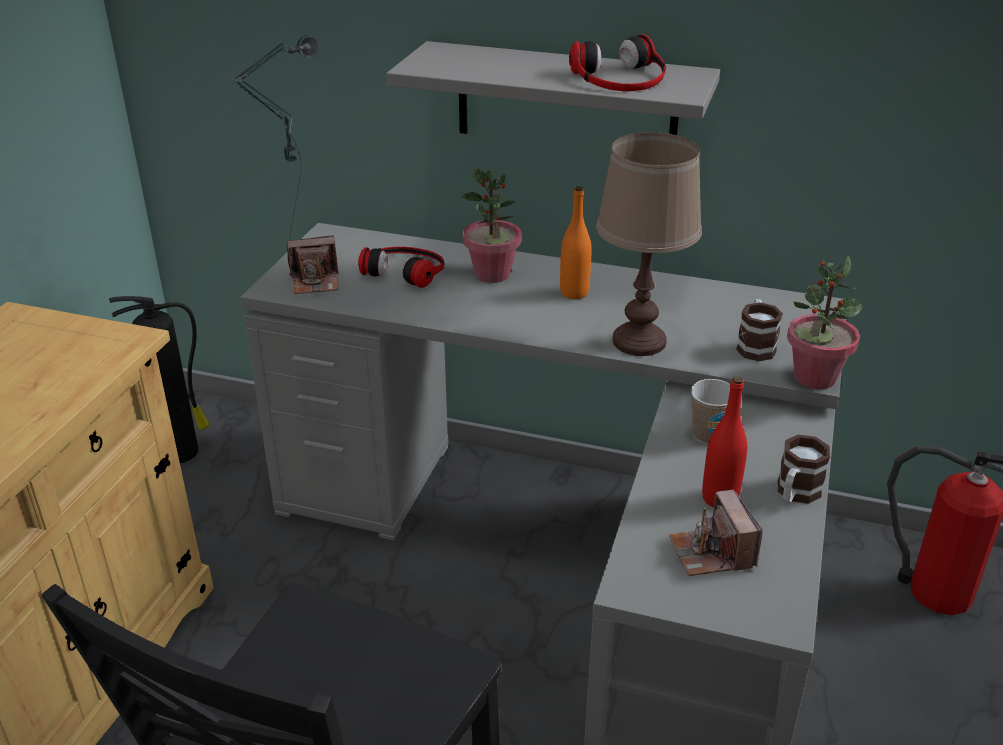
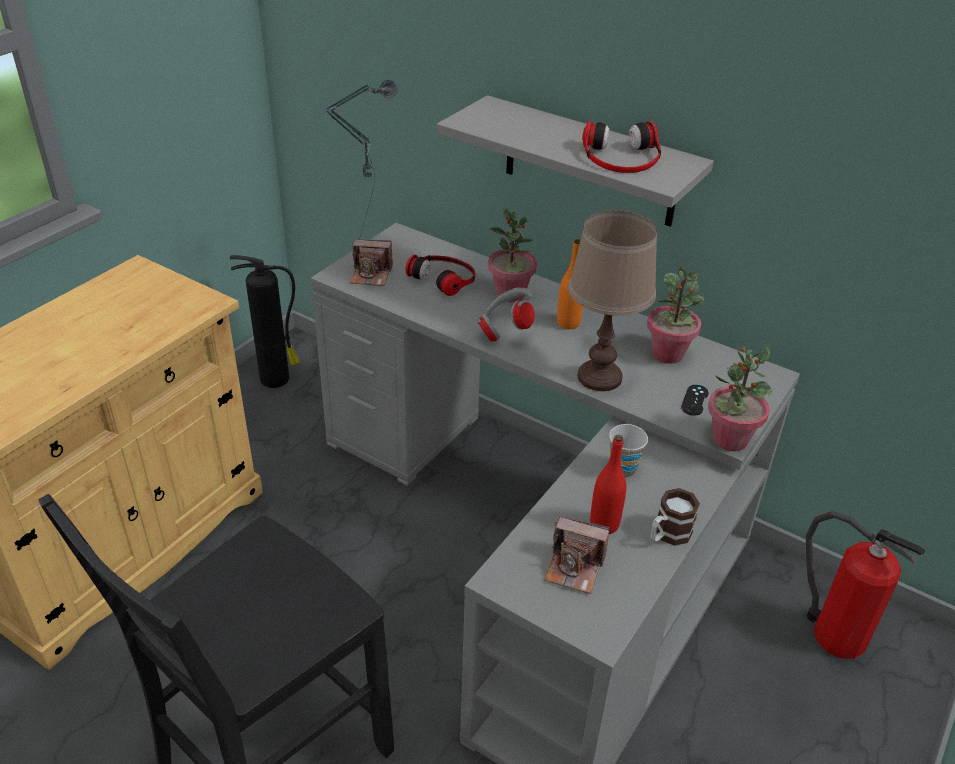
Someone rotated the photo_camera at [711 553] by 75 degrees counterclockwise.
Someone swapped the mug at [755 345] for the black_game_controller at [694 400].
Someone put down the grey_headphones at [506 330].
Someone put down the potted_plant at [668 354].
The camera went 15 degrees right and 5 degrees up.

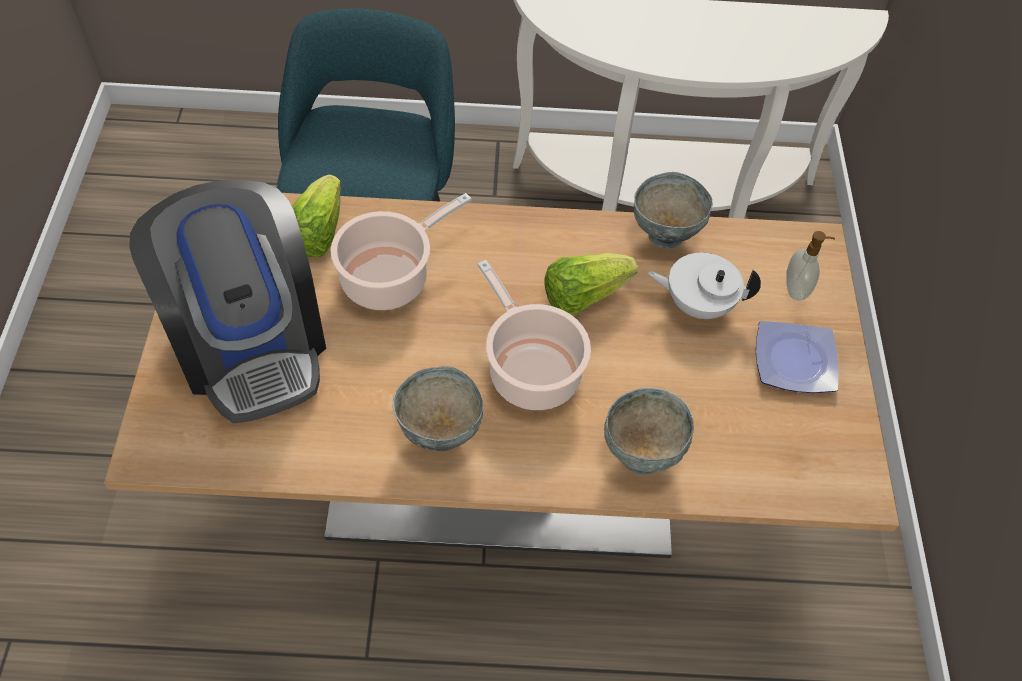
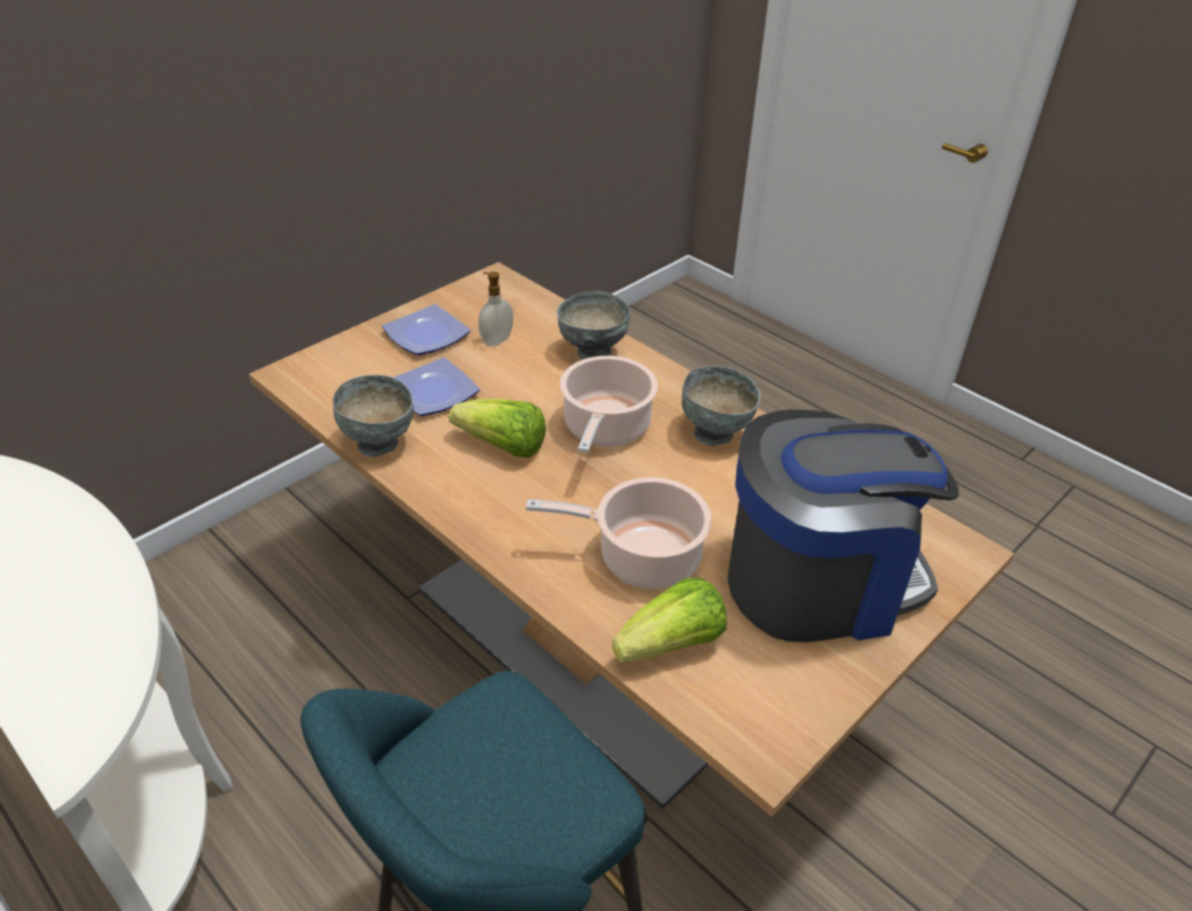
Someone rotated the coffee_machine at [250 342] by 60 degrees clockwise.
Someone swapped the white_teapot at [697 304] for the plate at [432 394].
Someone carried the soap_dispenser from [796 289] to [496 340].
The camera went 135 degrees left and 15 degrees down.

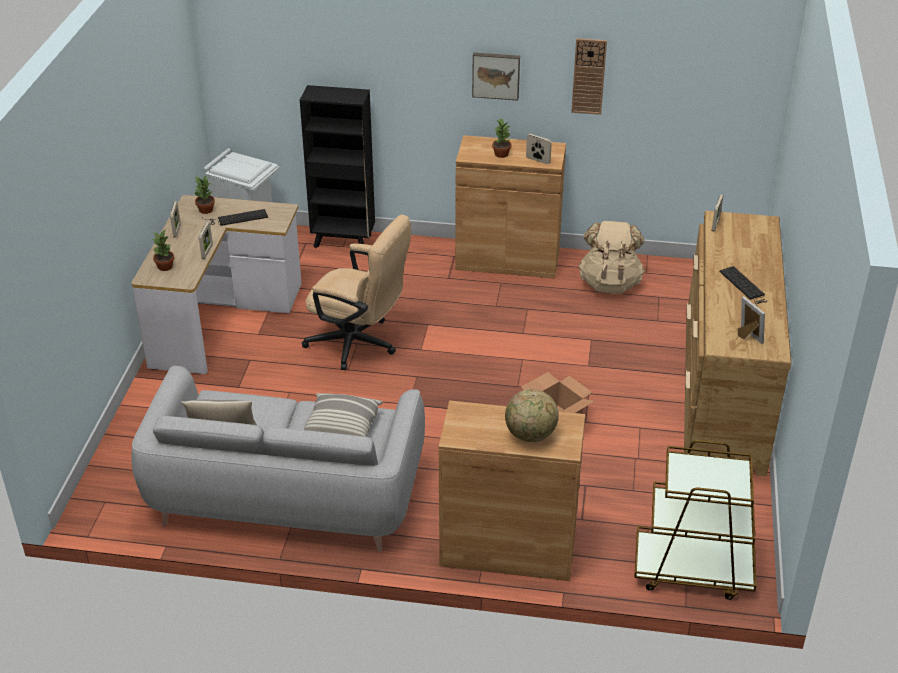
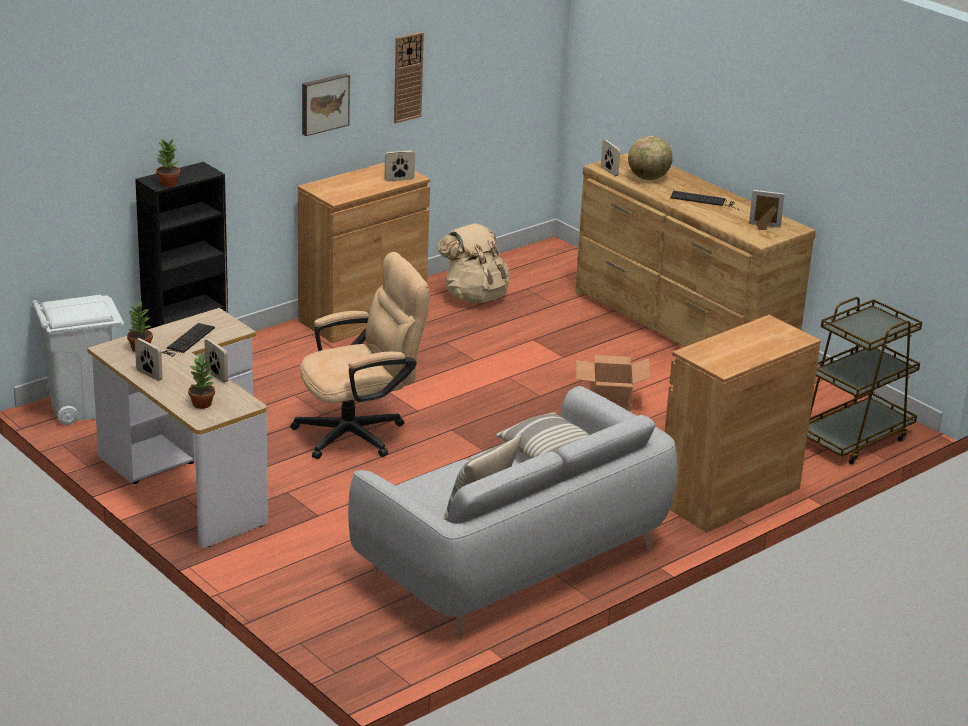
Someone carried the potted_plant from [501 154] to [168 183].
Someone carried the globe from [530 435] to [648 178].
The camera went 50 degrees left and 10 degrees down.

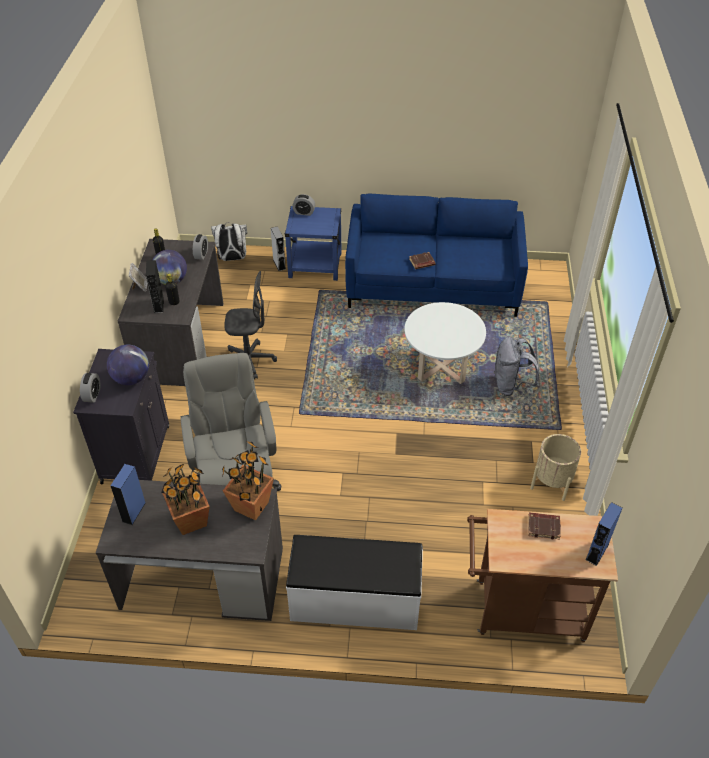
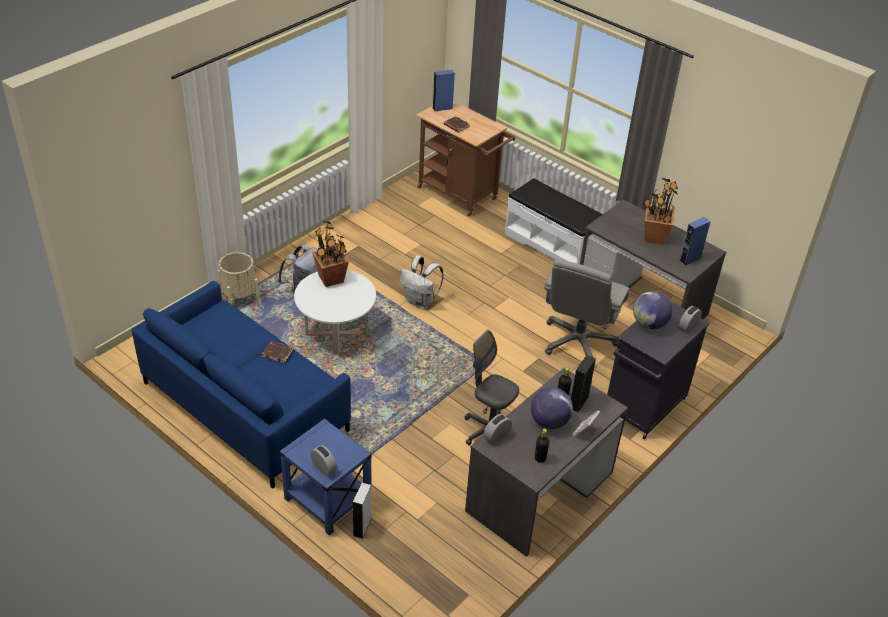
Someone carried the white_backpack from [232 258] to [420 301].
Someone carried the potted_plant from [250 506] to [331 279].
Someone carried the beige_planter from [552 482] to [239 298].
The camera went 145 degrees left and 5 degrees down.

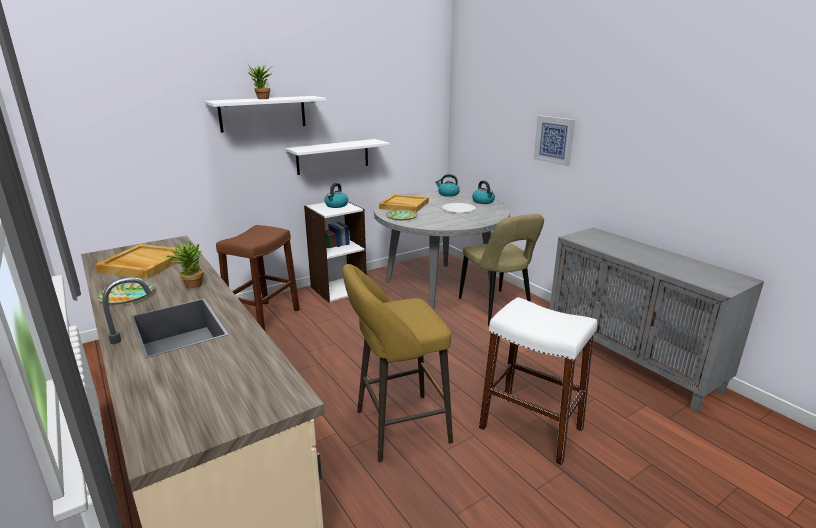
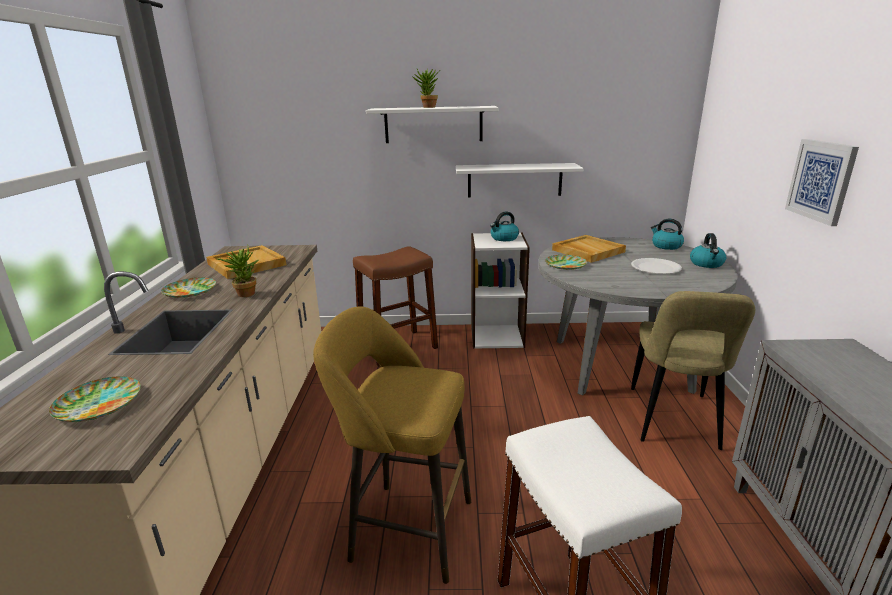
Someone put down the plate at [98 403].
The camera went 35 degrees right and 0 degrees up.

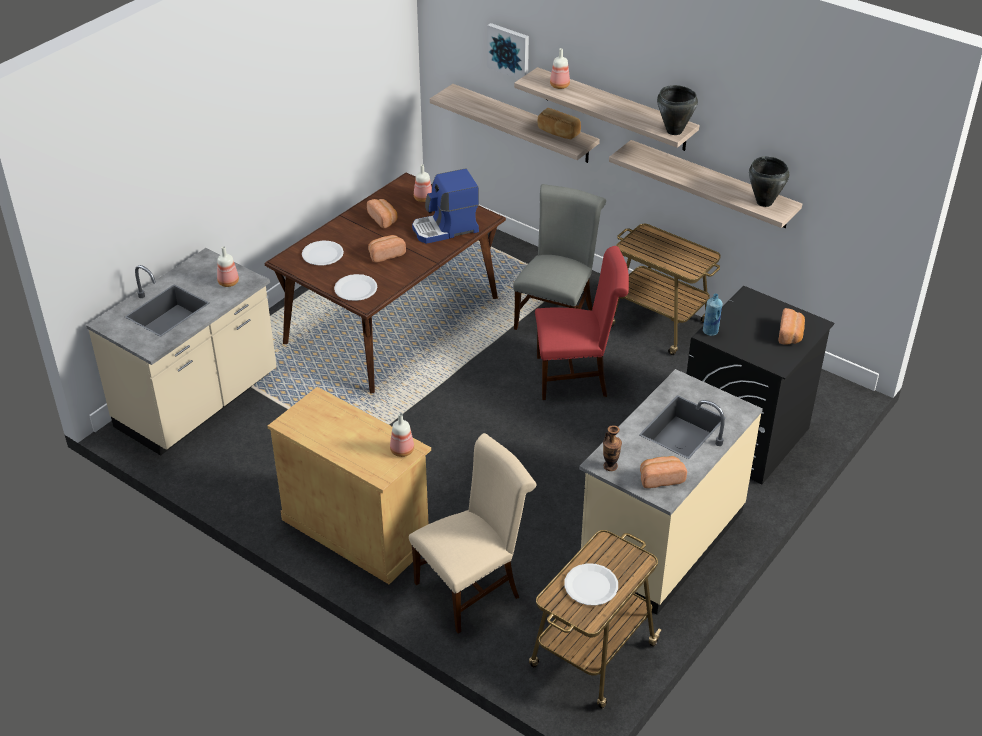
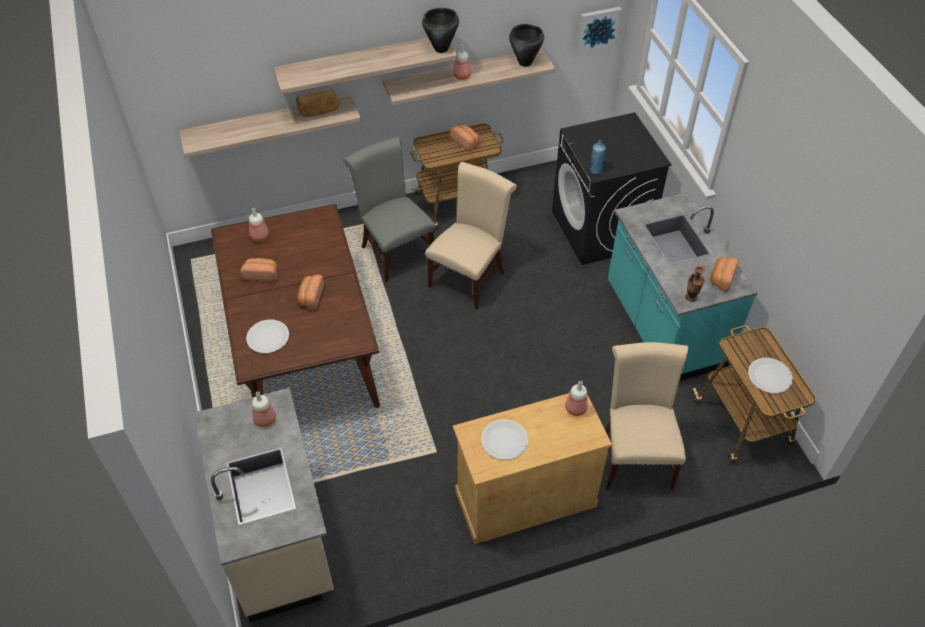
Someone carried the white_plate from [355 289] to [504 440].
Someone took away the coffee_machine at [445 229].
Someone carried the picture from [509 51] to [598 28].
Someone repainted the red_chair at [577 376], which became the beige_chair at [469 277].
Someone carried the bottle from [559 85] to [461 76].
Someone repainted the beige_counter at [660 540], which became the turquoise_counter at [663 326].
Someone carried the bread from [790 335] to [466 142].
The camera went 55 degrees left and 10 degrees up.

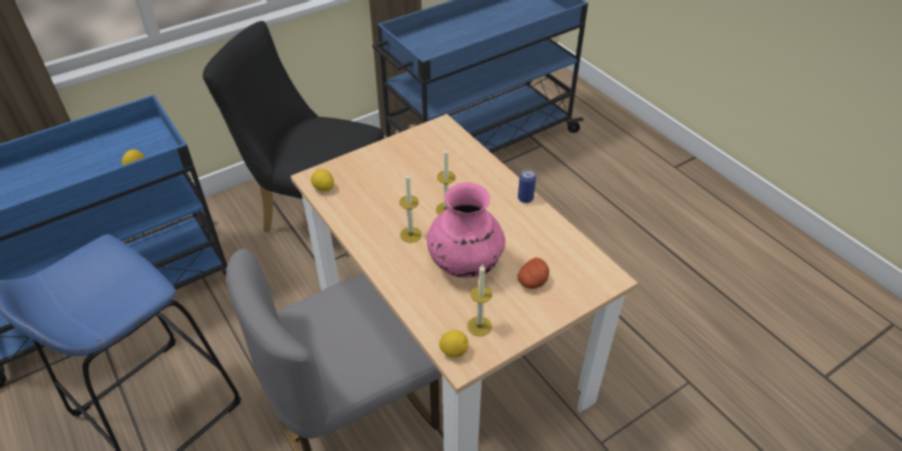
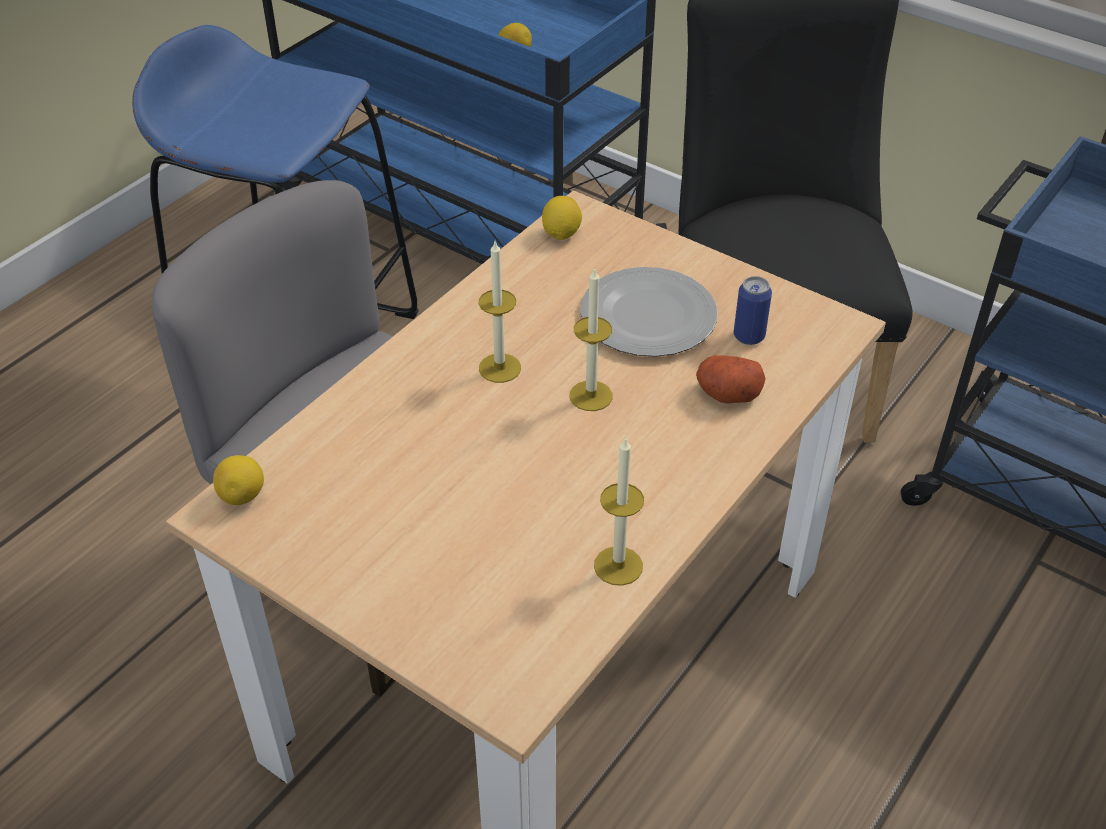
Someone took away the pink_vase at [465 265].
Someone carried the candle from [479 326] to [618 566].
Someone carried the potato from [532 281] to [727 394].
Someone carried the can from [525 198] to [749 336].
Someone put down the plate at [646 316].
The camera went 70 degrees right and 0 degrees up.

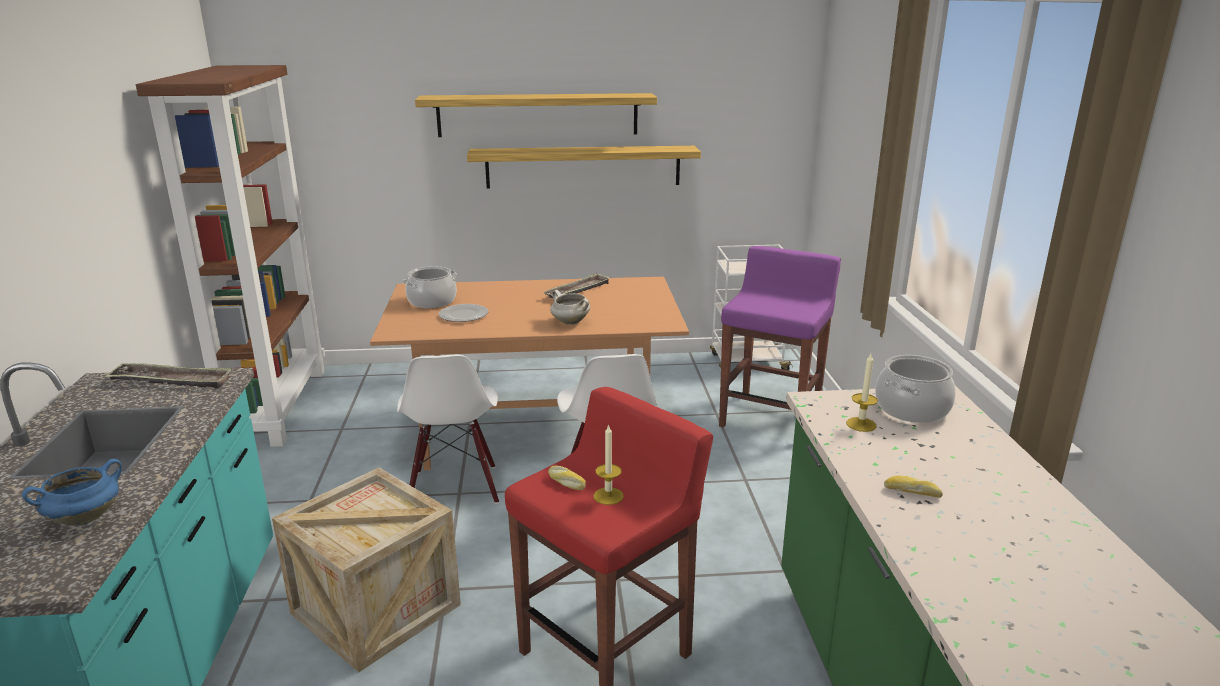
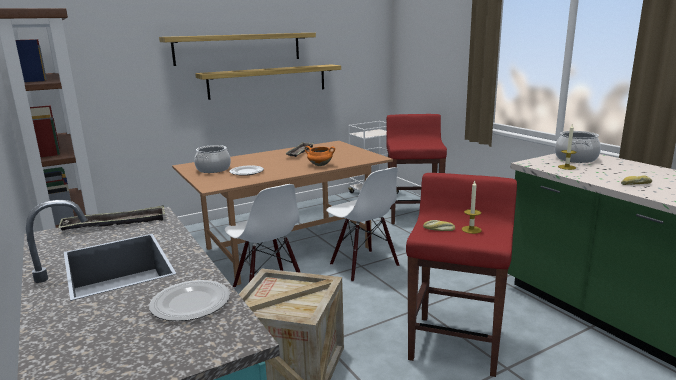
Someone swapped the blue_cooking_pot at [85 518] for the plate at [190 303].
Someone repainted the white_cooking_pot at [569 322], which became the orange_cooking_pot at [319 165].
Someone repainted the purple_stool at [771 418], which became the red_stool at [413 215].
The camera went 25 degrees left and 5 degrees down.

